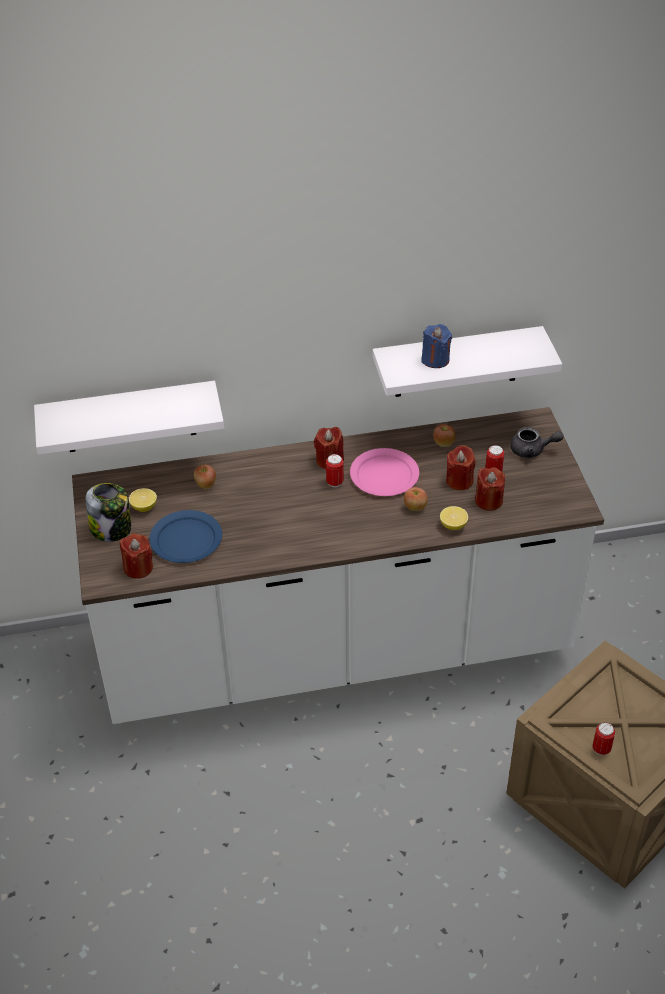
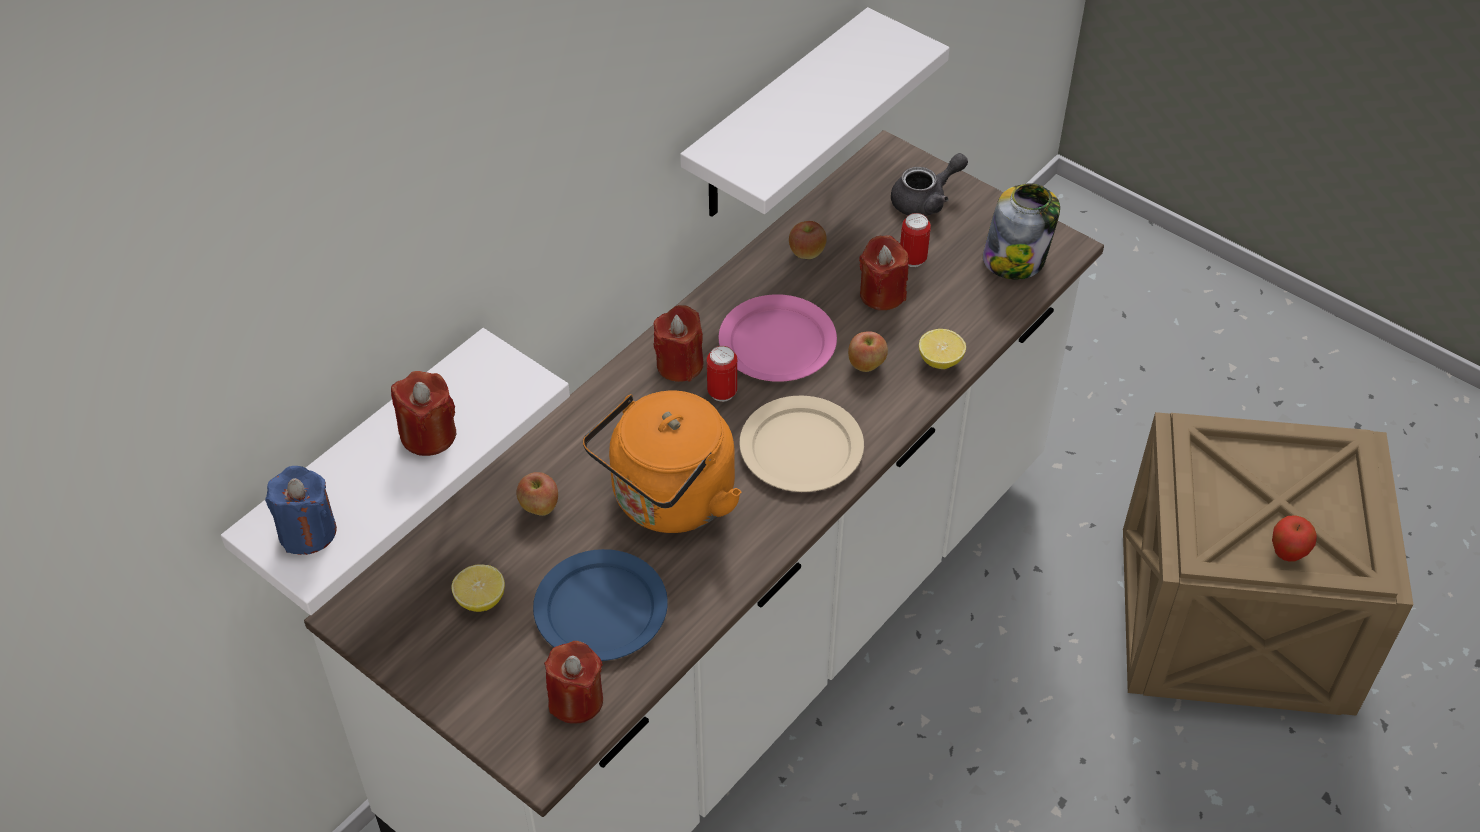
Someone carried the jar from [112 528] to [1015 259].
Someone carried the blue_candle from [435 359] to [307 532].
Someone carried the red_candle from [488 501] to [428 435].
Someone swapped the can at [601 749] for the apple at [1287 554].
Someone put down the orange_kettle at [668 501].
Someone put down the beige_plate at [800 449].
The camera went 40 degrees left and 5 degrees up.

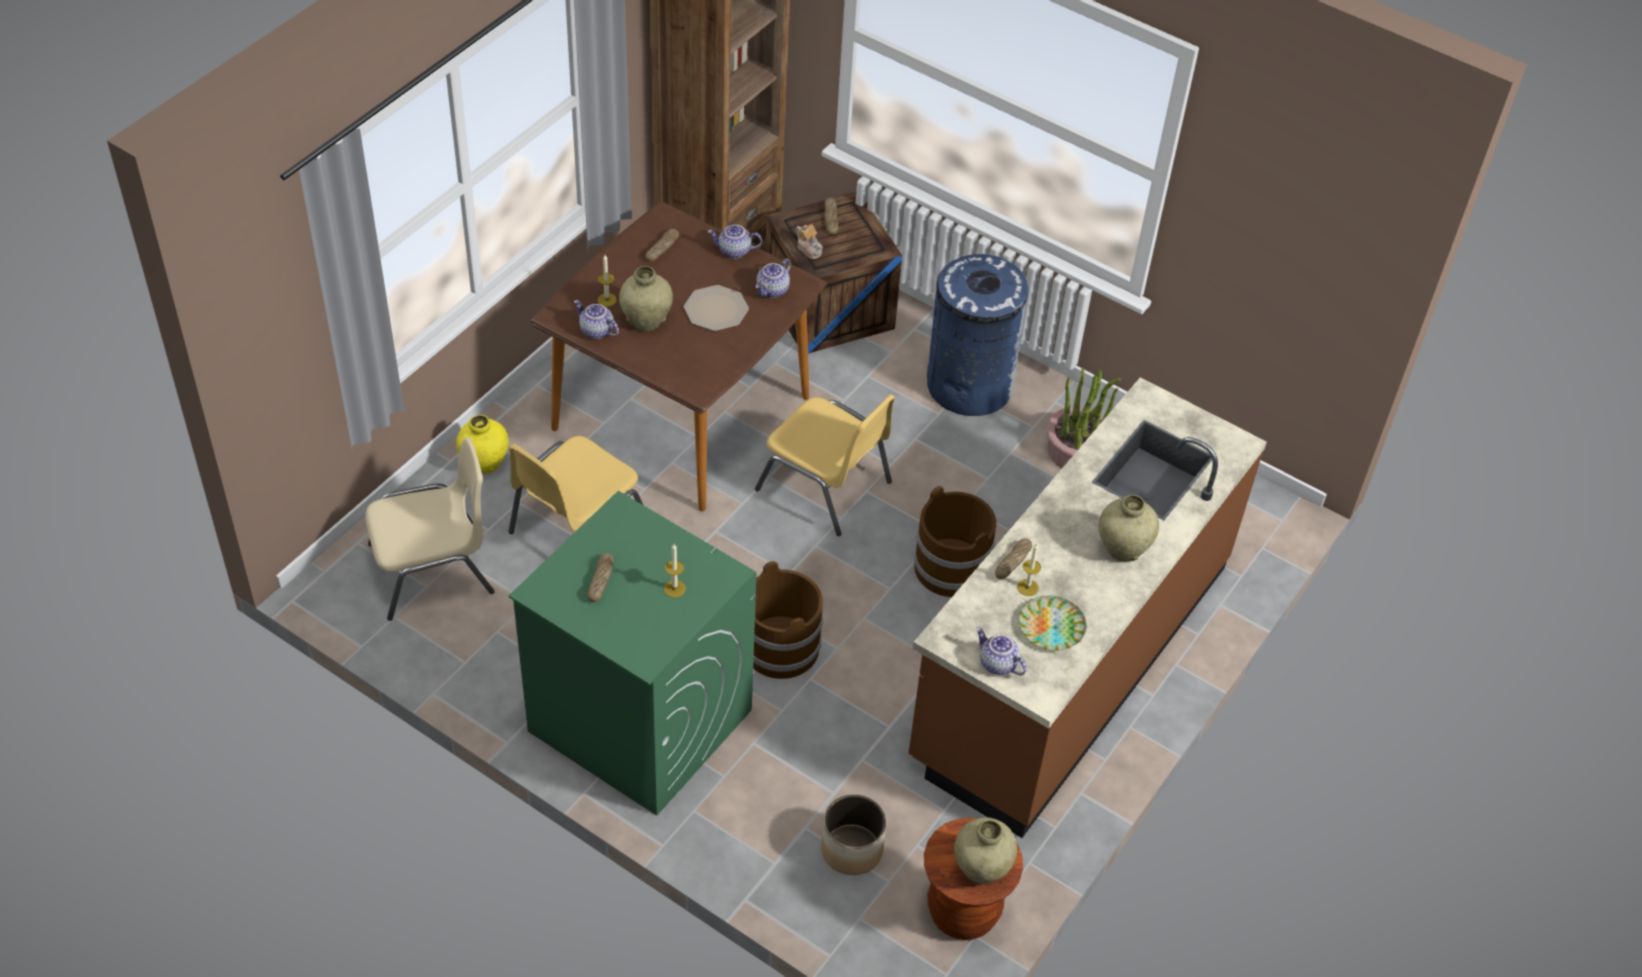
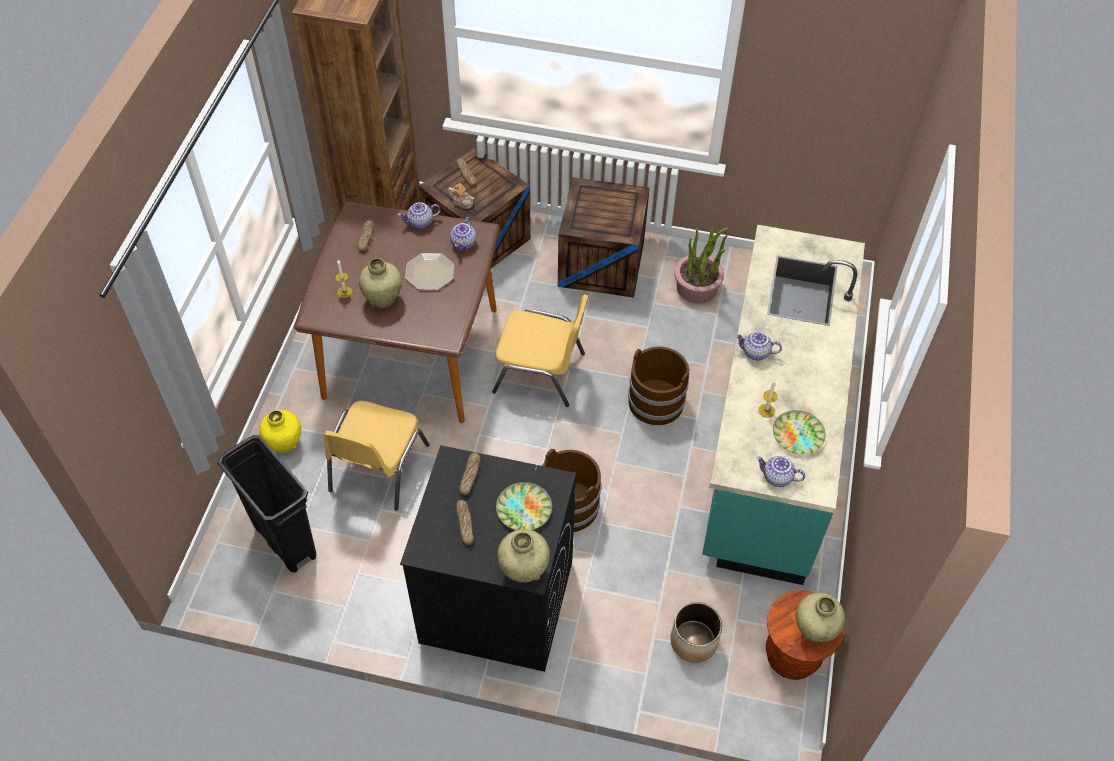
Someone swapped the beige_chair at [434 569] for the black_trash_can at [286 542].
Someone repainted the green_washing_machine at [638 720], which became the black_washing_machine at [495 602].
Someone carried the teapot from [596 331] to [755 353].
Someone swapped the candle at [674 588] for the plate at [523 509].
Someone repainted the brown_counter at [1069 661], which became the turquoise_counter at [768 442].
Someone swapped the blue_trash_can at [969 385] for the crate at [601 263].
Someone carried the bread from [1013 562] to [470 476].
Someone carried the beige_vase from [1122 550] to [523 570].
The camera went 20 degrees left and 5 degrees up.

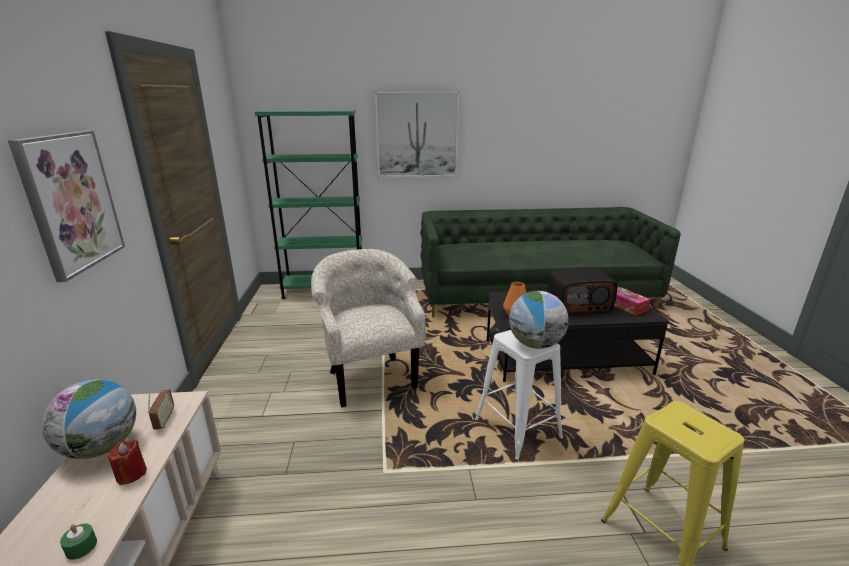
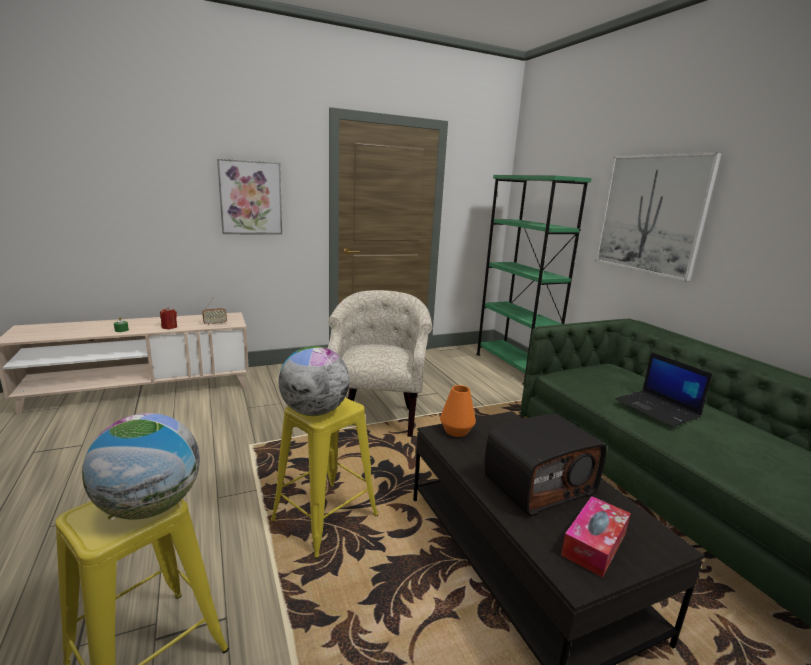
Someone carried the globe from [102 447] to [150 507].
Someone rotated the beige_armchair at [370 377] by 45 degrees counterclockwise.
Someone repainted the white_stool at [517 429], which became the yellow_stool at [325 518].
Someone rotated the radio at [578 305] by 90 degrees counterclockwise.
Someone put down the laptop at [658 409].
The camera went 70 degrees right and 5 degrees down.

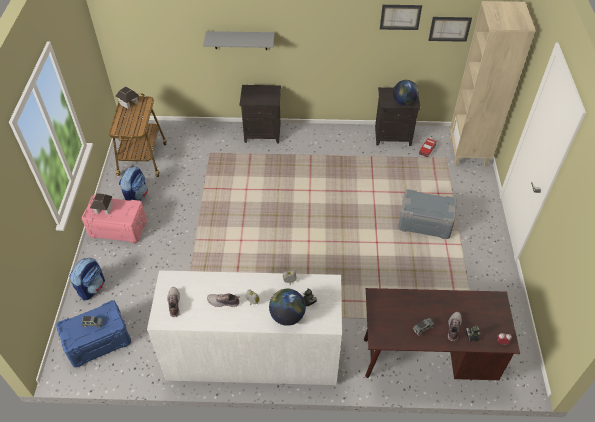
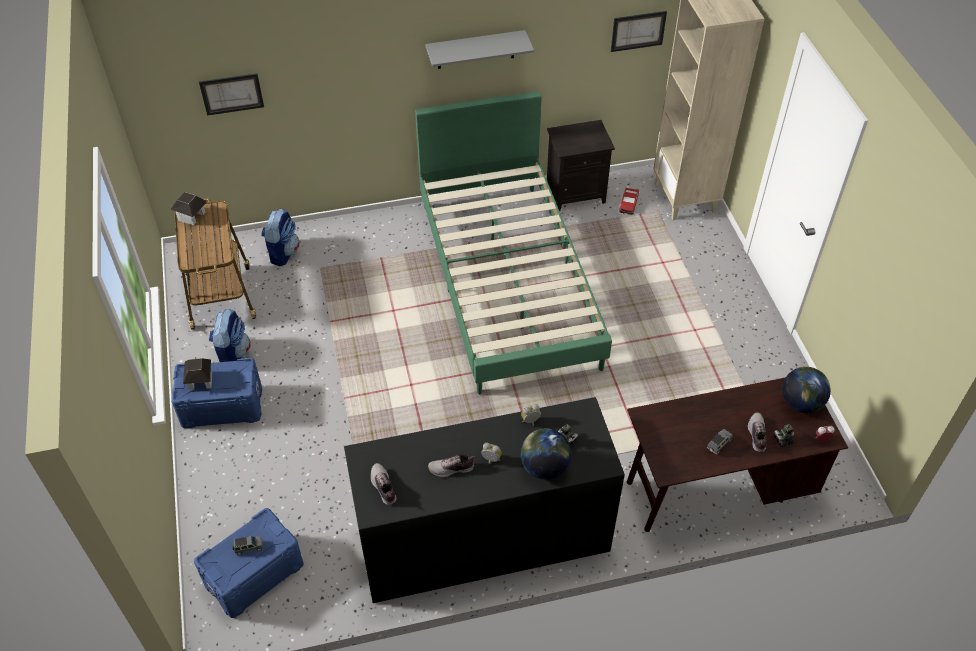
Someone carried the backpack from [92 287] to [283 252].
Someone repainted the pink_storage_box at [118 228], which became the blue_storage_box at [222 405].
Someone repainted the white_dresser at [253 354], which became the black_dresser at [483 537].
Someone carried the grey_shelf from [240 40] to [475 49].
Someone took away the black_nightstand at [263 133].
Someone carried the picture from [400 17] to [232 93].
Someone carried the globe from [404 102] to [801 403].
Someone took away the grey_storage_box at [425 223].
Someone put down the green_bed at [507 281].
The camera went 15 degrees left and 0 degrees up.

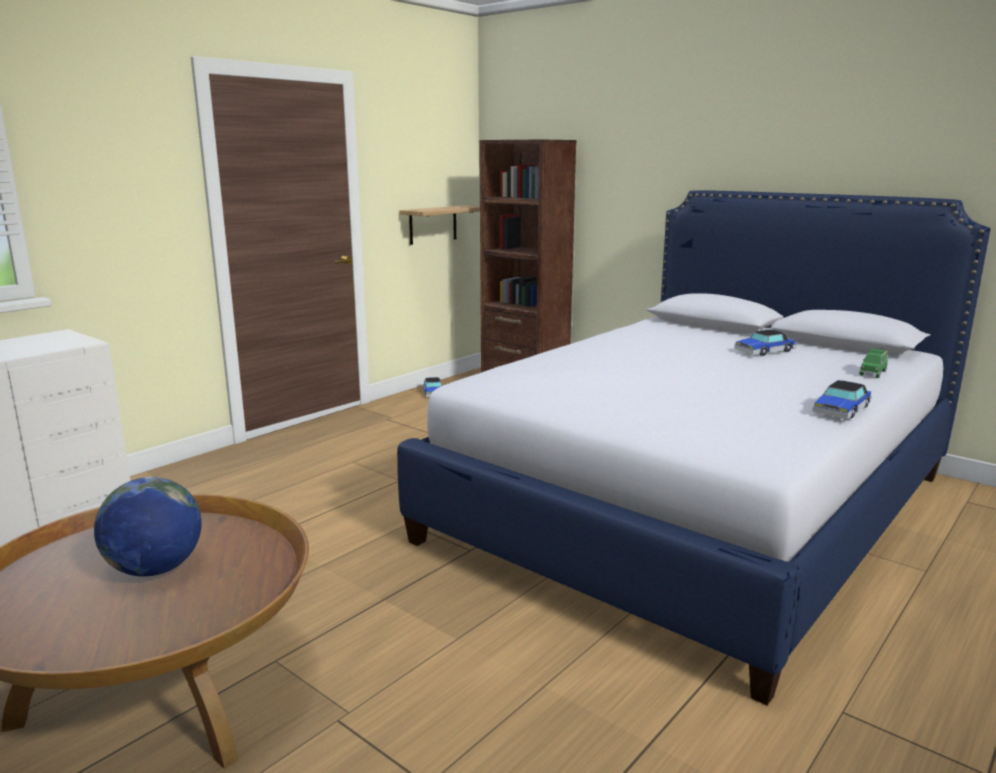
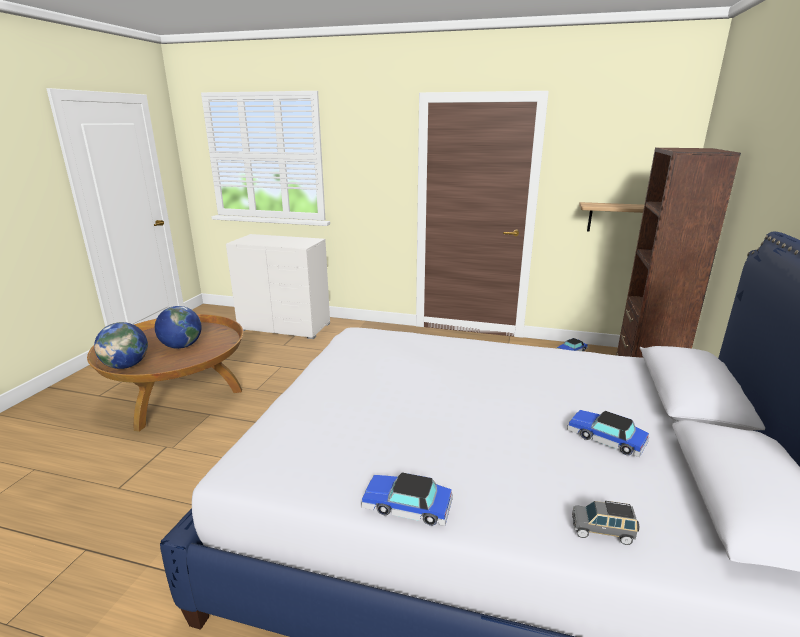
Someone repainted the green_toy_car at [873 373], which became the grey_toy_car at [602 531].
Someone put down the globe at [126 366].
The camera went 65 degrees right and 5 degrees up.

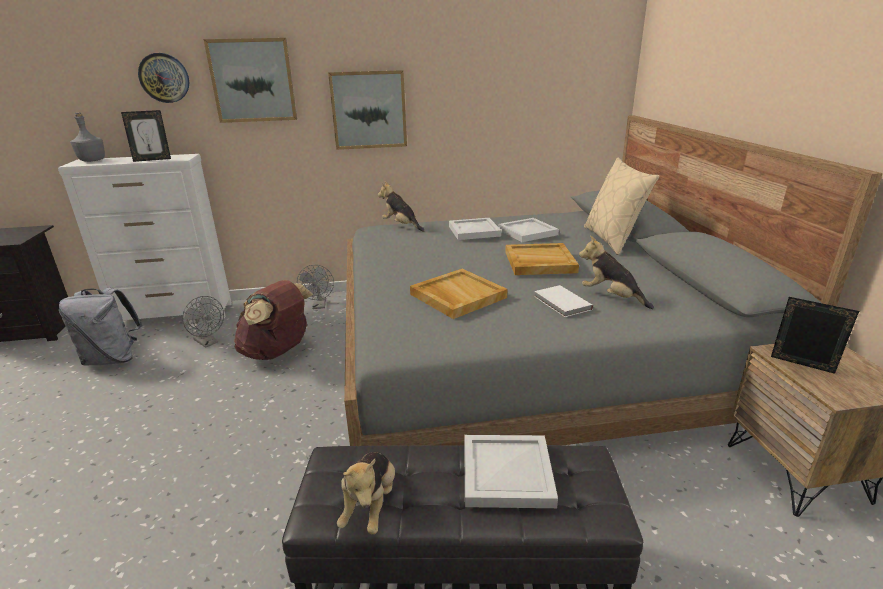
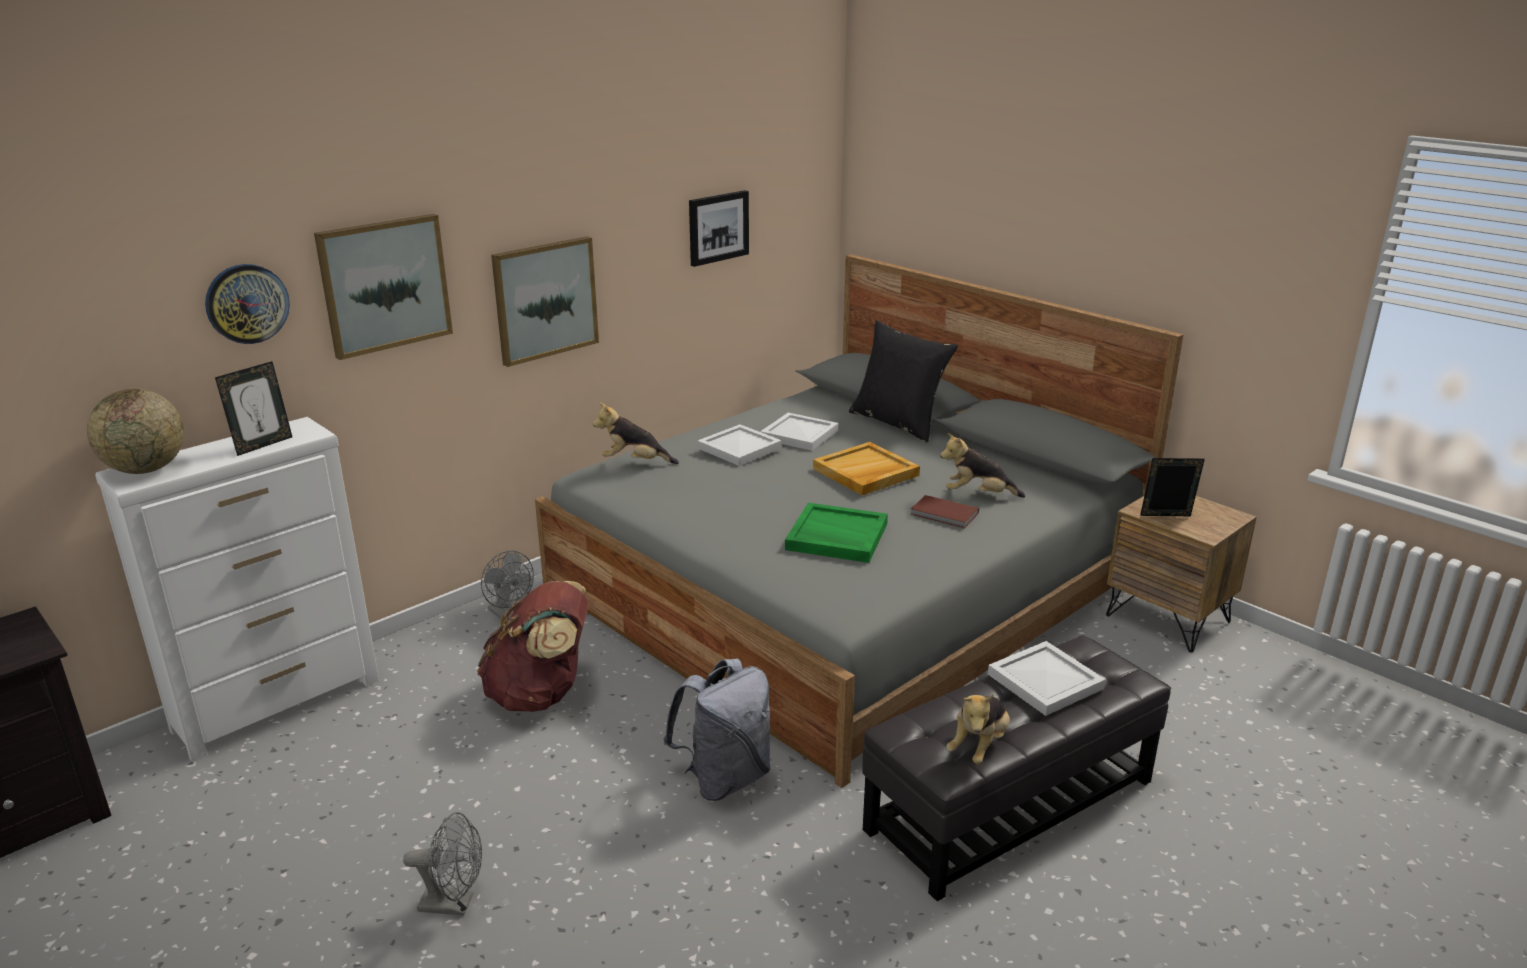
Someone carried the grey_backpack from [113 359] to [724 778].
Someone swapped the grey_bottle at [93 160] for the globe at [146 469].
Someone carried the grey_fan from [208 342] to [454 904].
Someone rotated the plush_toy at [370 505] by 60 degrees clockwise.
Someone repainted the beige_tray at [457 296], which became the green_tray at [836 537].
Someone repainted the white_book at [561 303], which became the brown_book at [944 514].
Someone repainted the beige_pillow at [613 239], which became the black_pillow at [898 423].
Someone put up the picture at [718 227].
The camera went 35 degrees left and 0 degrees up.

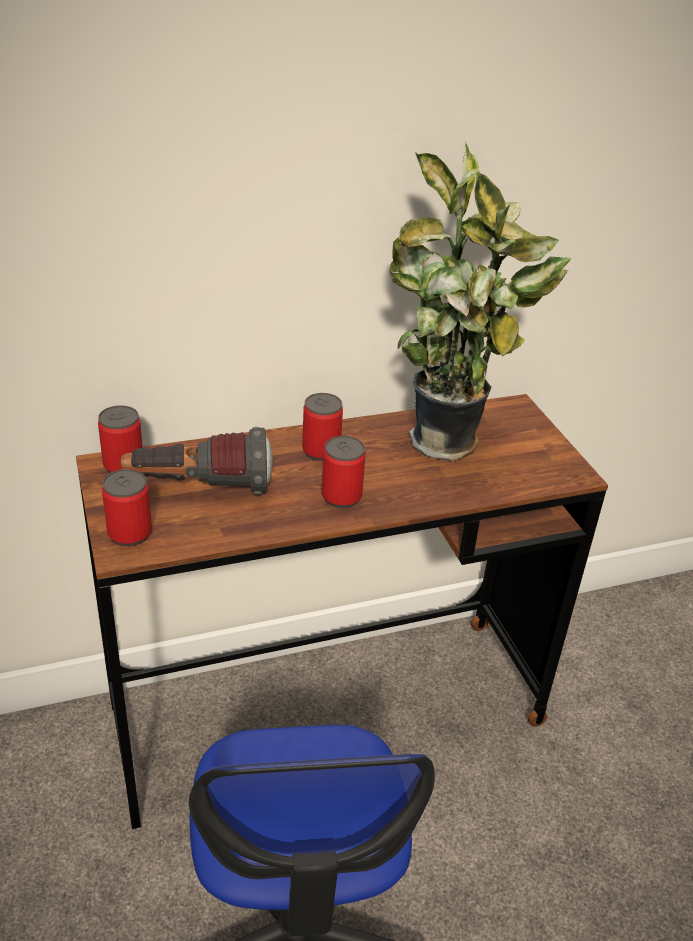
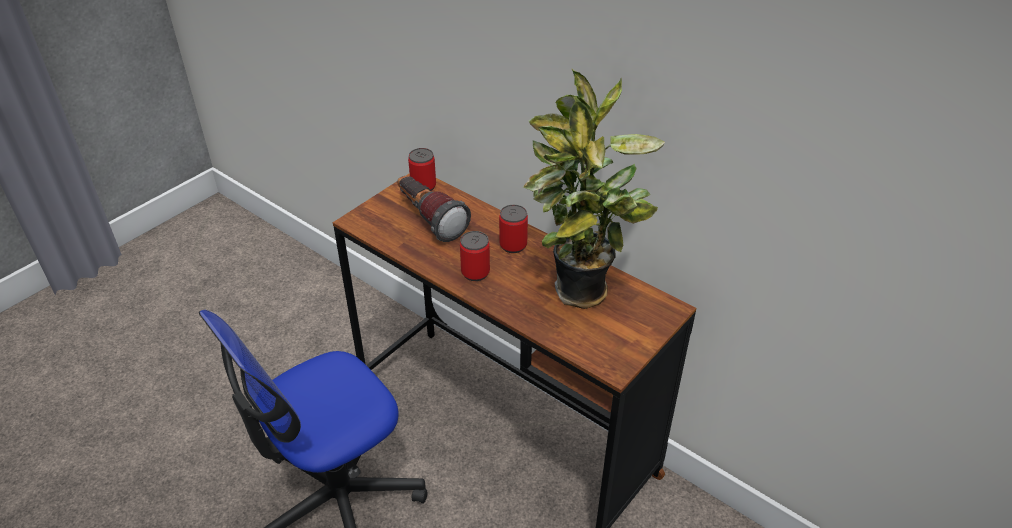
Someone took away the can at [130 533].
The camera went 60 degrees right and 5 degrees up.

